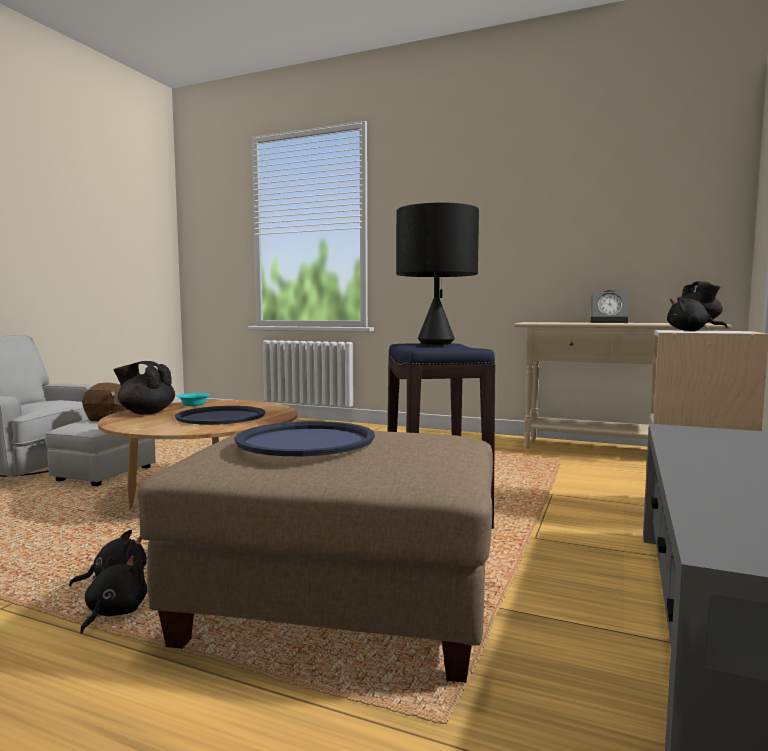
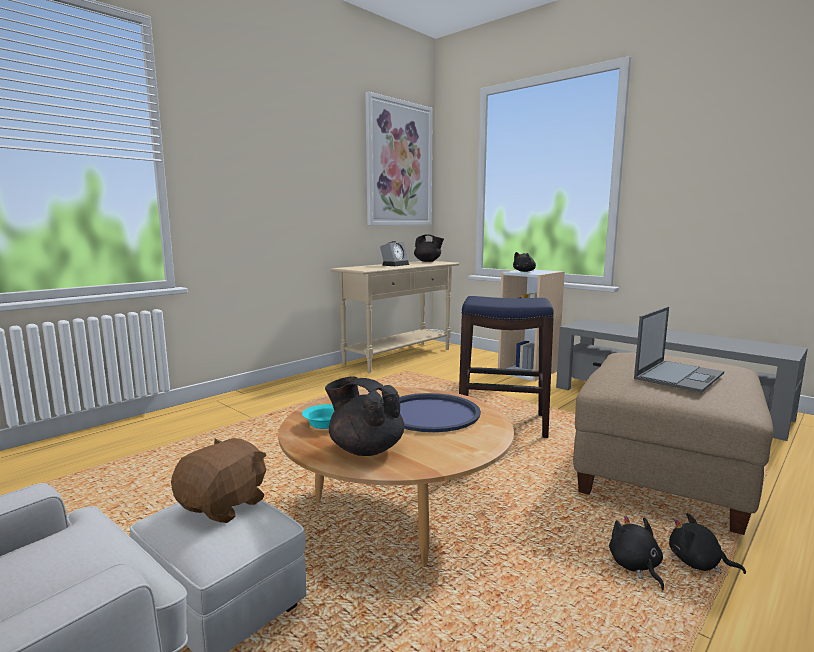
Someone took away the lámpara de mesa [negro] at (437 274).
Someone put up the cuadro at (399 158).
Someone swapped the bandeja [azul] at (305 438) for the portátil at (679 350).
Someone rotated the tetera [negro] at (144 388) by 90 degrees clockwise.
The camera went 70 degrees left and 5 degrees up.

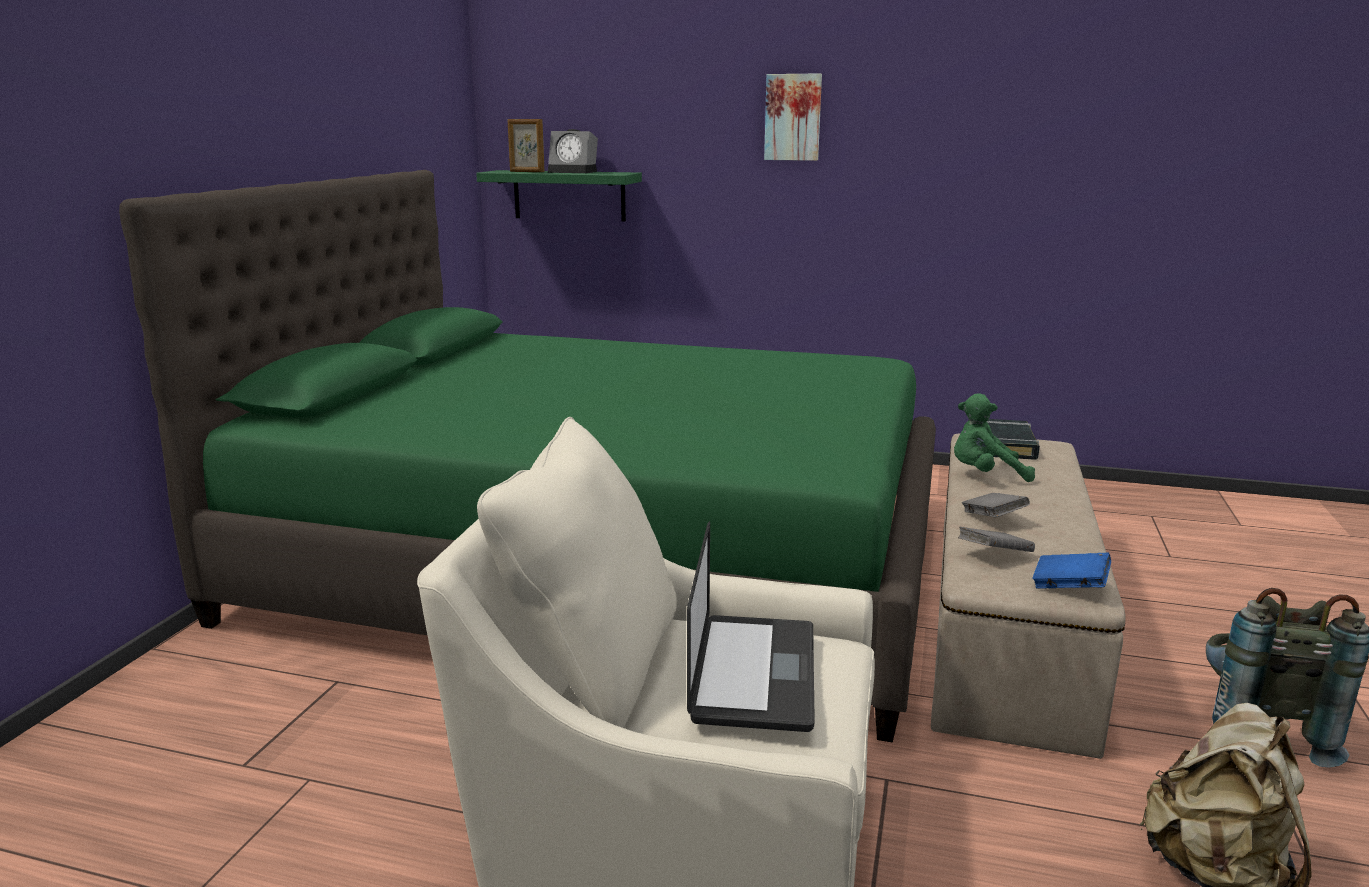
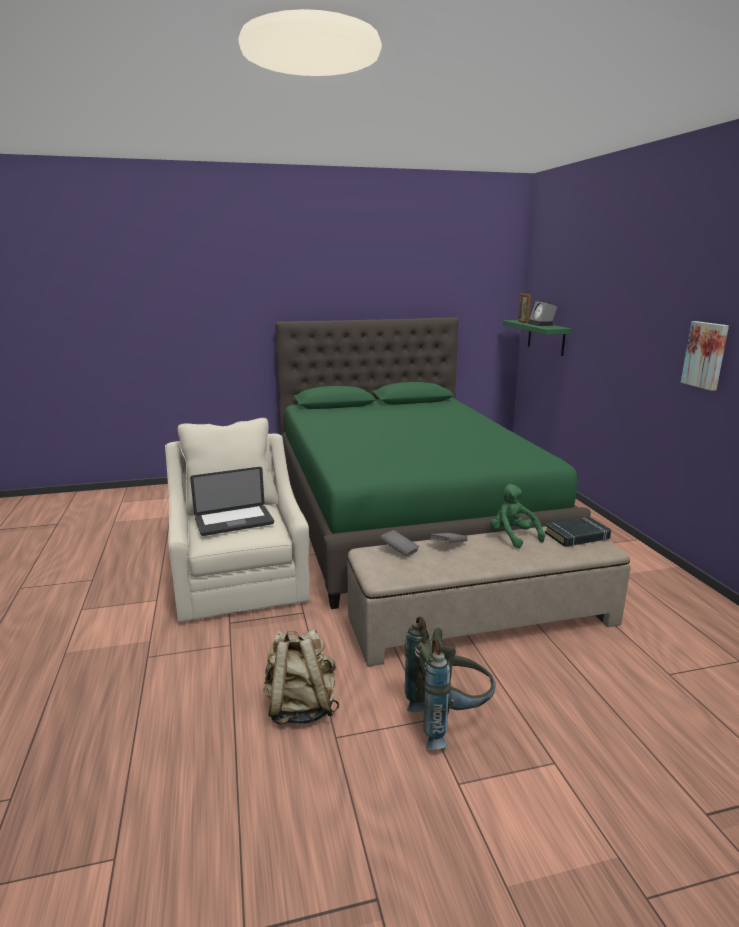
Someone took away the libro [azul] at (1072 571).
Someone carried the cuadro from (793 117) to (705 356).
The camera went 60 degrees right and 0 degrees up.

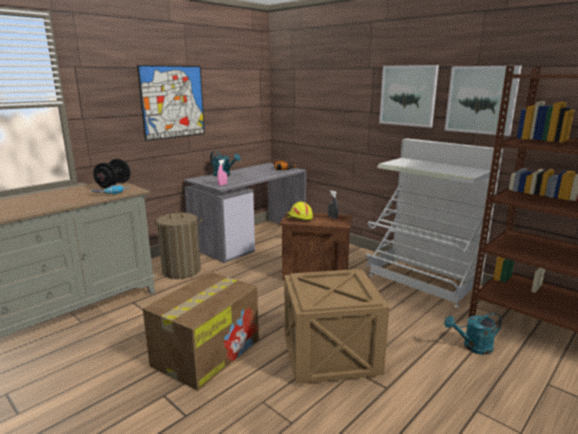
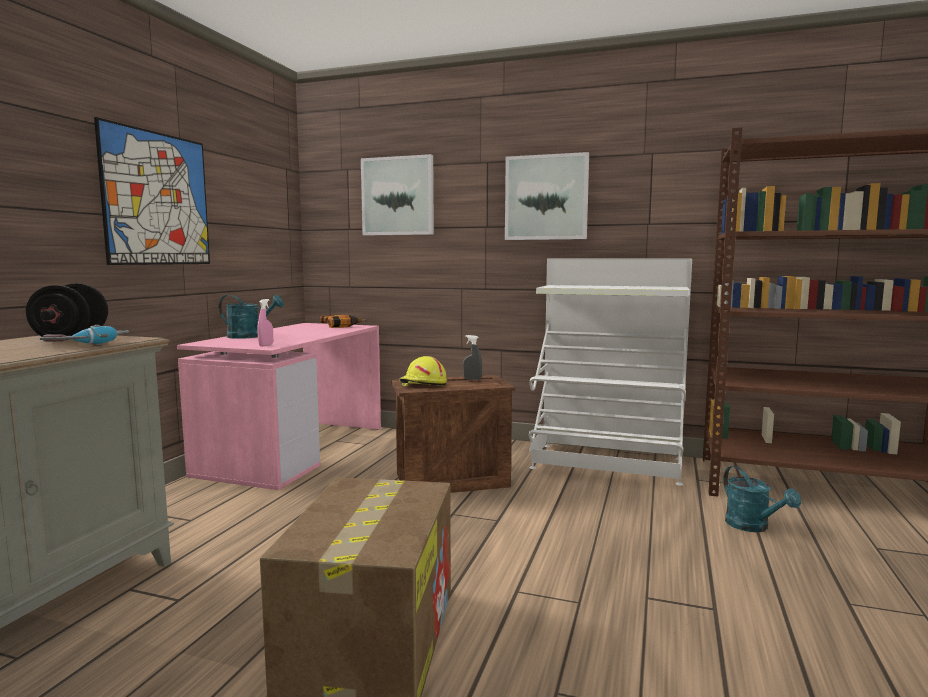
Someone took away the cesto de la ropa at (177 244).
Someone took away the caja de embalaje at (337 326).
Someone carried the cuadro from (483 100) to (397 195).
Someone repainted the escritorio [gris] at (245 213), which became the escritorio [rosa] at (279 406).
Someone rotated the regadera [turquesa] at (473 334) by 75 degrees counterclockwise.
The camera went 25 degrees left and 10 degrees down.

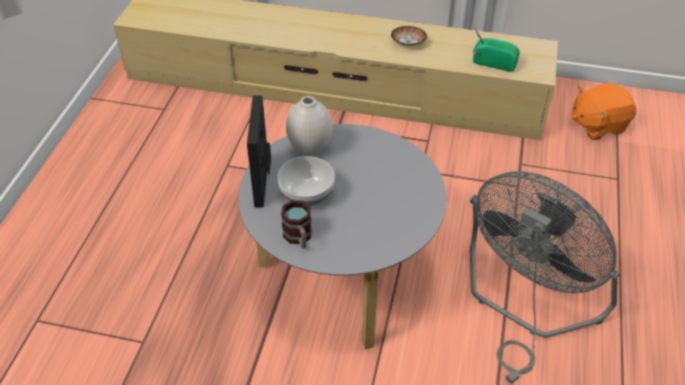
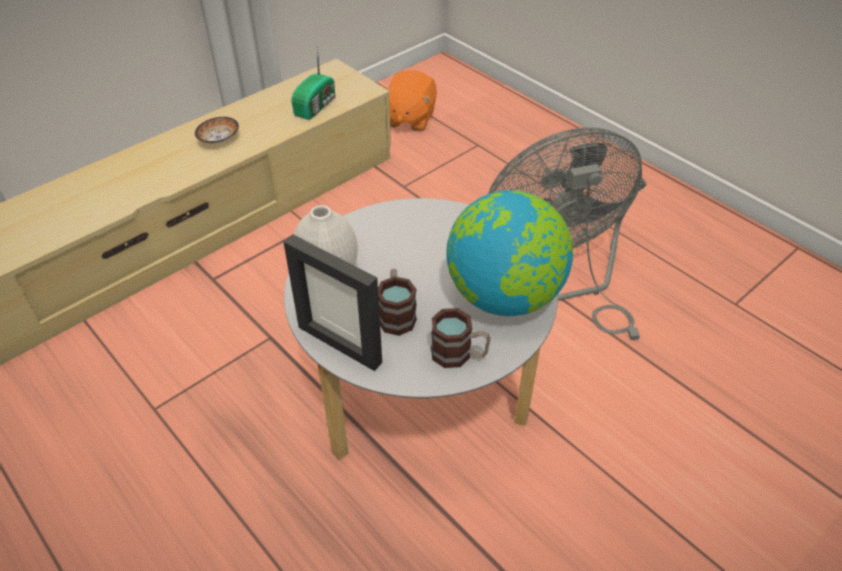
Someone put down the globo terráqueo at (509 253).
Someone swapped the cuenco at (306 181) for the taza grande at (397 302).
Someone rotated the radio at (496 49) by 150 degrees clockwise.
The camera went 55 degrees left and 0 degrees up.

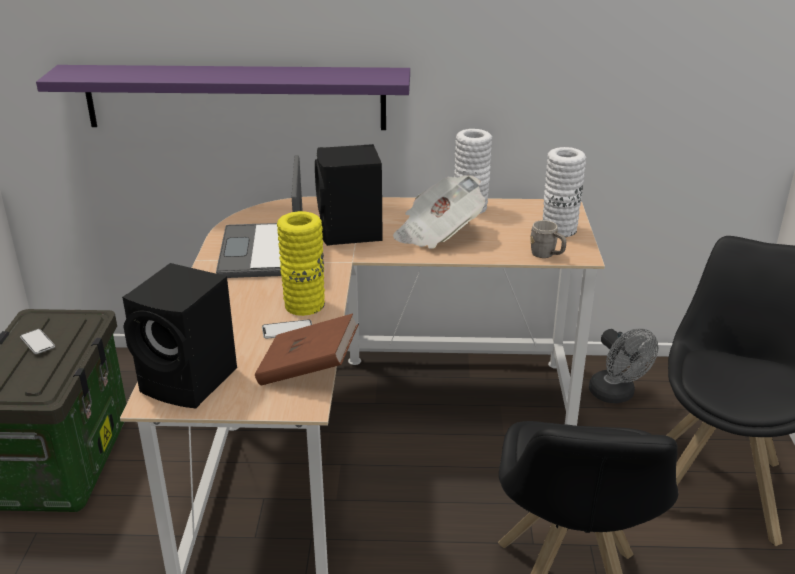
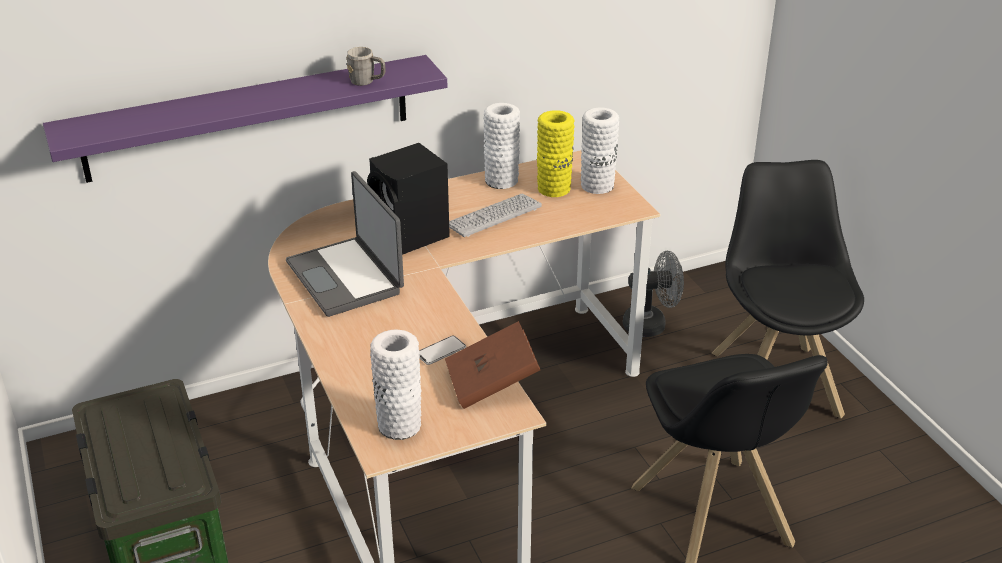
Someone took away the móvil at (37 341).
Someone carried the florero [amarillo] from (301 263) to (555 153).
Someone carried the taza grande [gris] from (548 239) to (365 66).
Someone swapped the altavoz [negro] at (179 335) for the florero [blanco] at (395 385).
Someone swapped the periódico at (439 212) for the teclado at (495 215).
Someone rotated the ventilador [gris] at (623 365) by 45 degrees counterclockwise.
The camera went 25 degrees left and 5 degrees up.

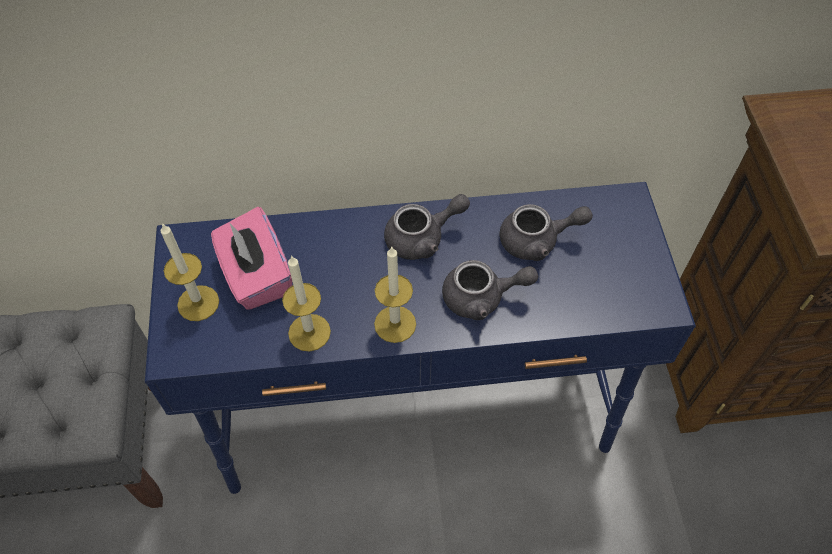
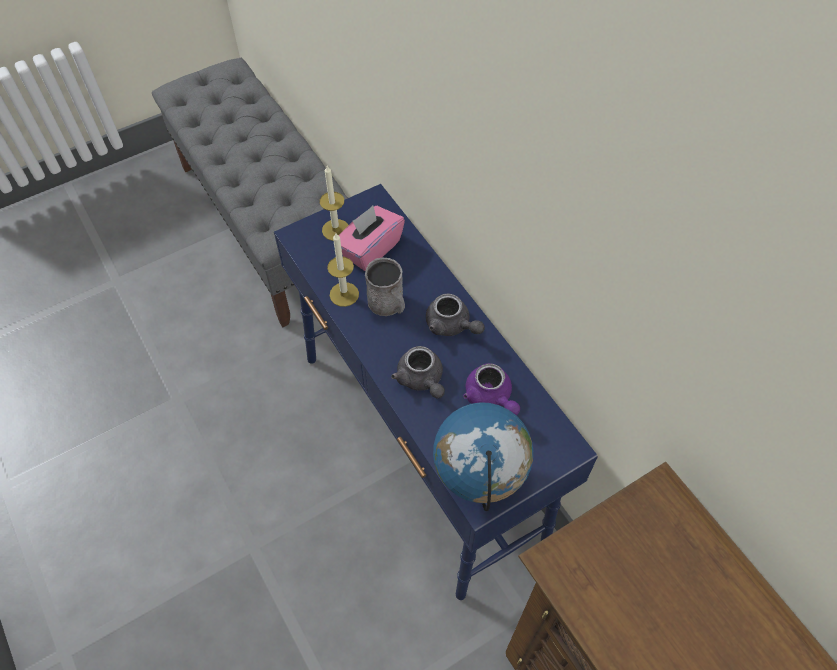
Someone took away the vela at (395 295).
Someone put down the taza grande [gris] at (385 287).
Someone put down the globo terráqueo at (483 456).
Someone repainted the tetera [gris] at (546 232), which became the tetera [morado] at (491 389).
The camera went 65 degrees right and 0 degrees up.

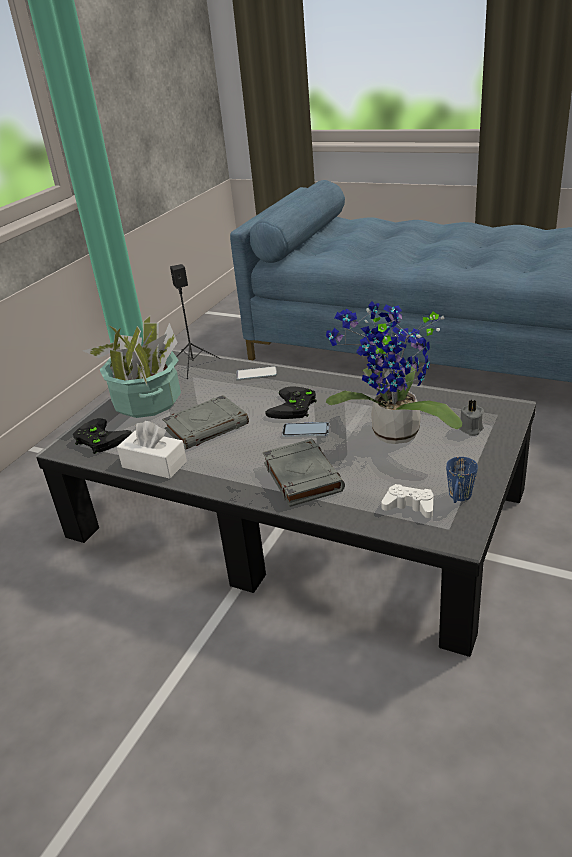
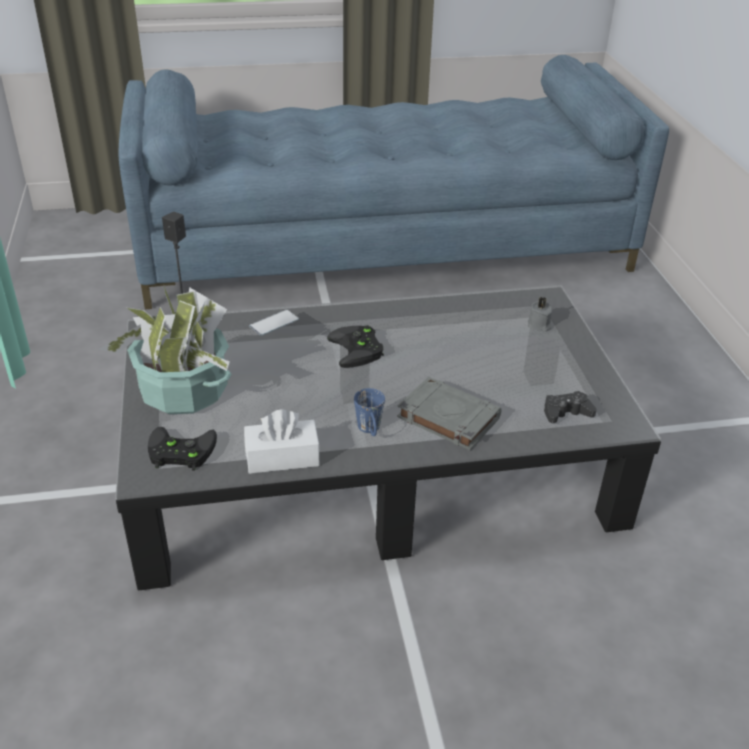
Someone took away the libro [gris] at (205 422).
Someone took away the móvil at (305 429).
Someone took away the planta en maceta at (394 372).
Someone carried the taza grande [azul] from (462 480) to (369 412).
Someone repainted the mando de consola [blanco] at (407 501), which became the mando de consola [negro] at (570 407).
The camera went 40 degrees left and 5 degrees up.

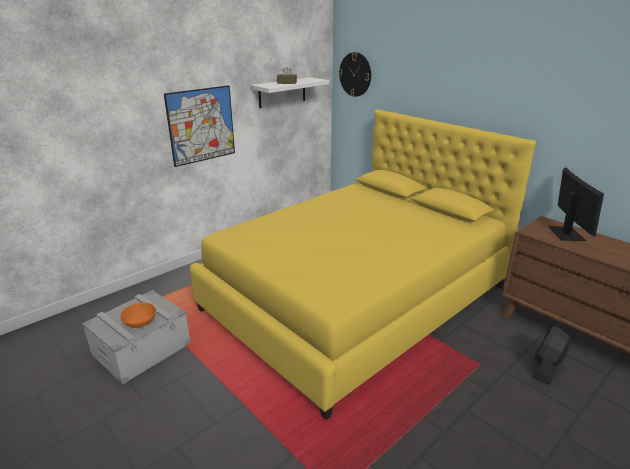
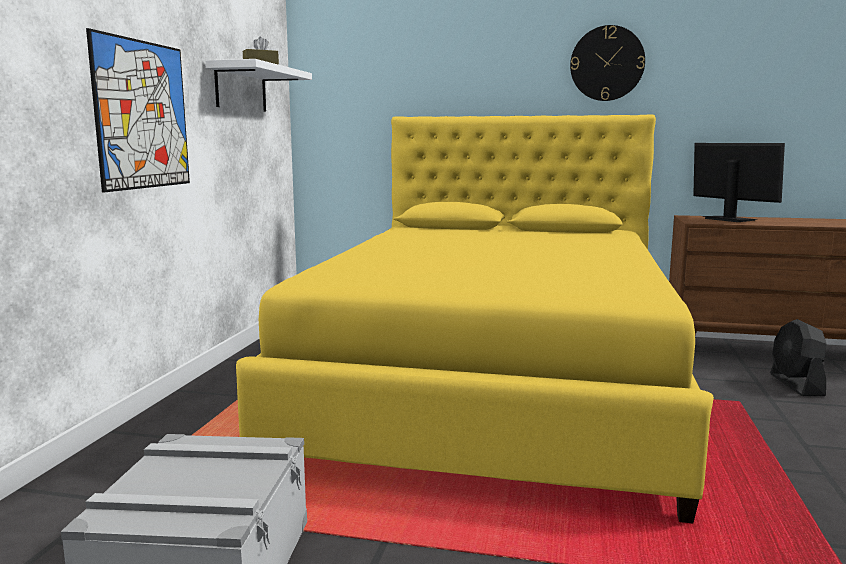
Someone took away the cuenco [naranja] at (138 315).
Someone carried the reloj de pared from (355 74) to (607 63).
The camera went 35 degrees left and 15 degrees down.

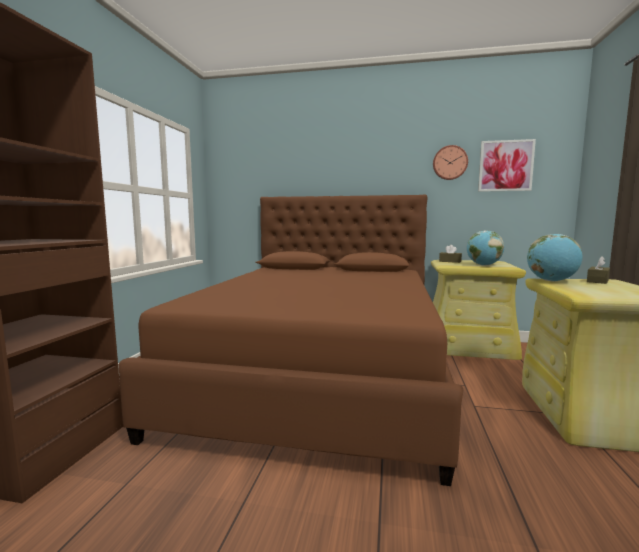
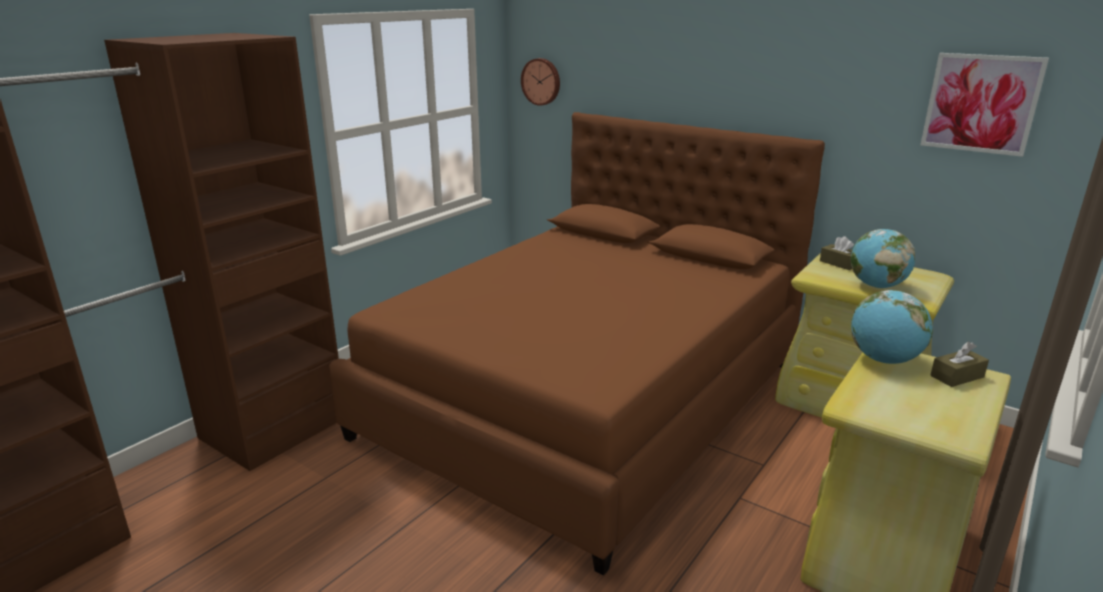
Someone carried the reloj de pared from (450 162) to (540 82).
The camera went 25 degrees right and 15 degrees up.

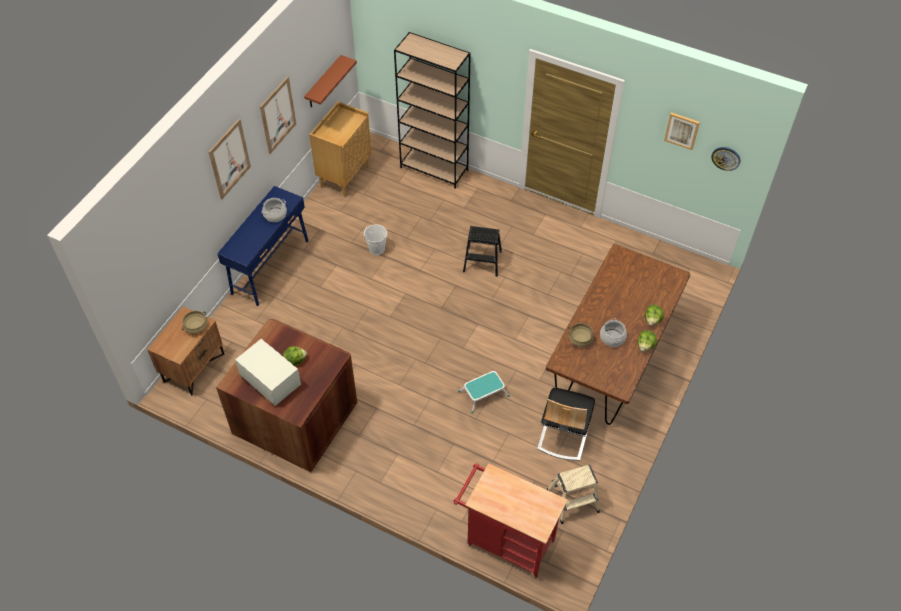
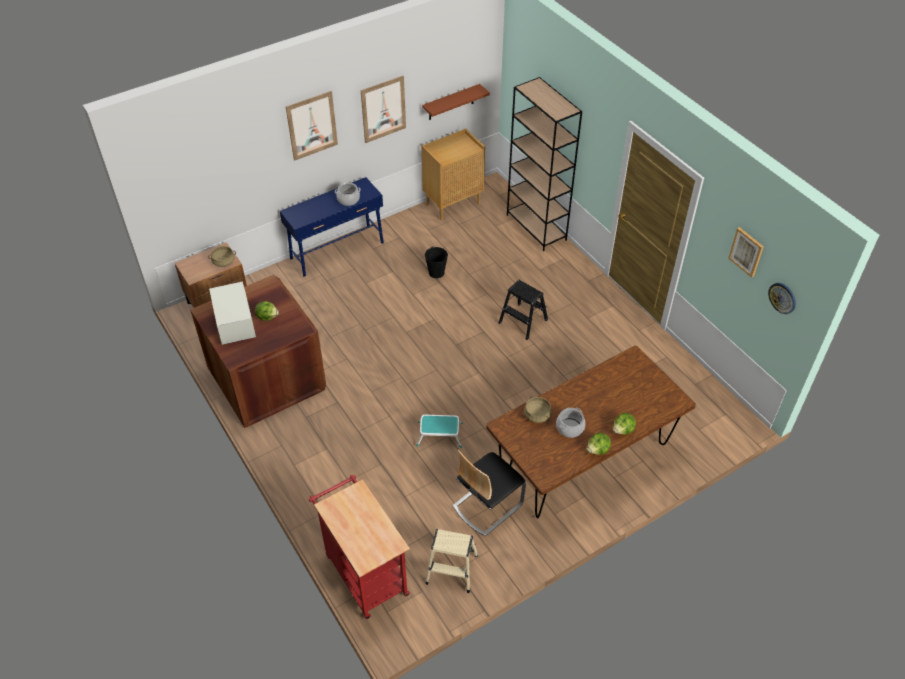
Someone repainted the cubo [blanco] at (375 239), which became the cubo [negro] at (436 262).
The camera went 30 degrees right and 5 degrees down.

